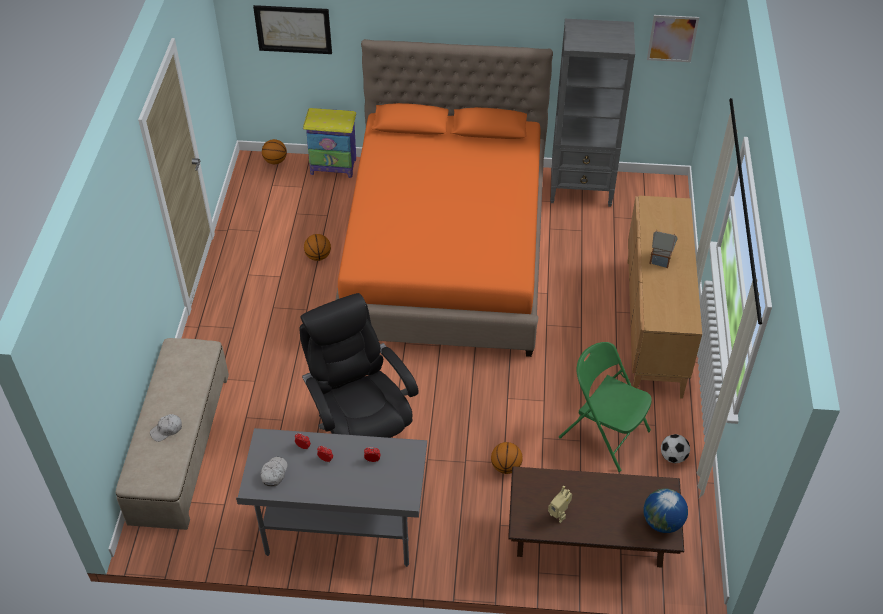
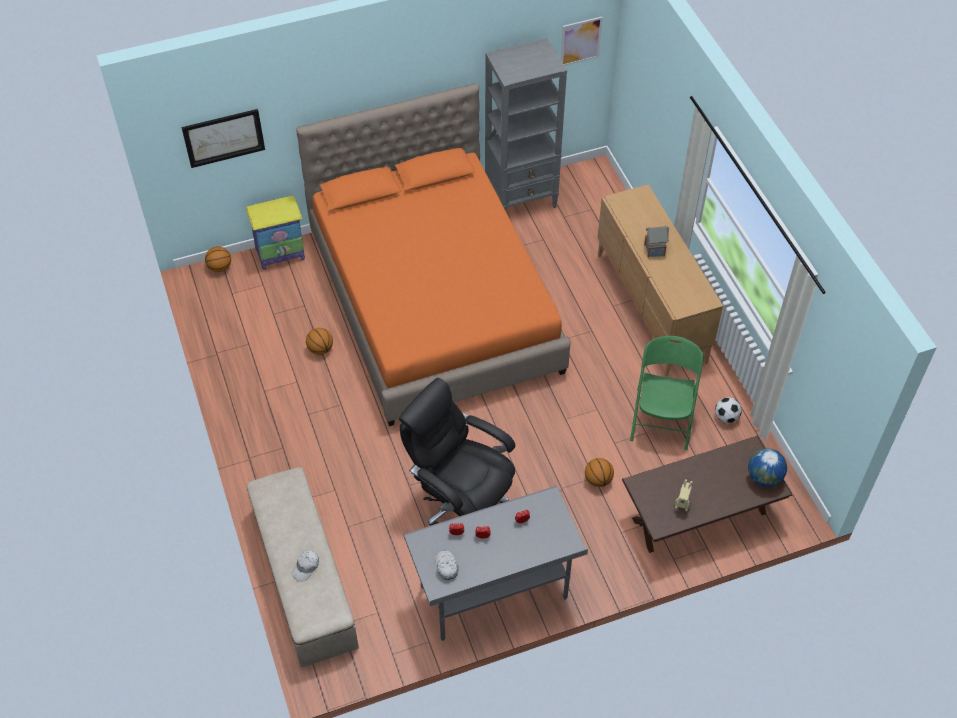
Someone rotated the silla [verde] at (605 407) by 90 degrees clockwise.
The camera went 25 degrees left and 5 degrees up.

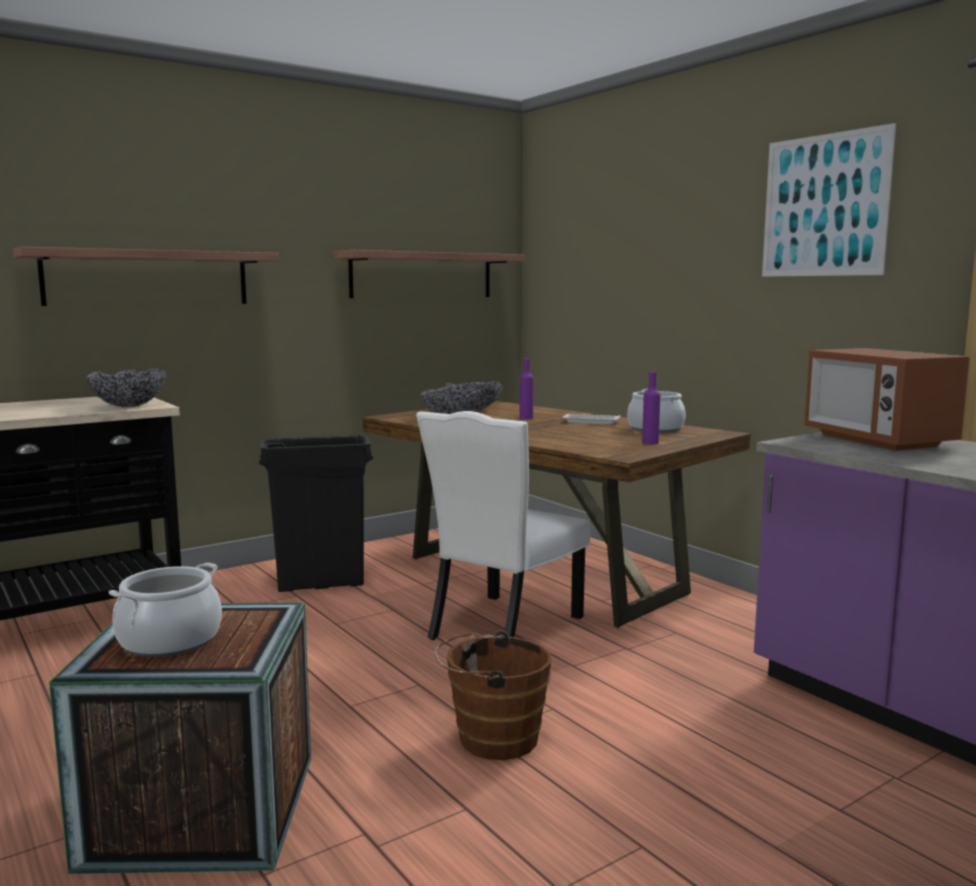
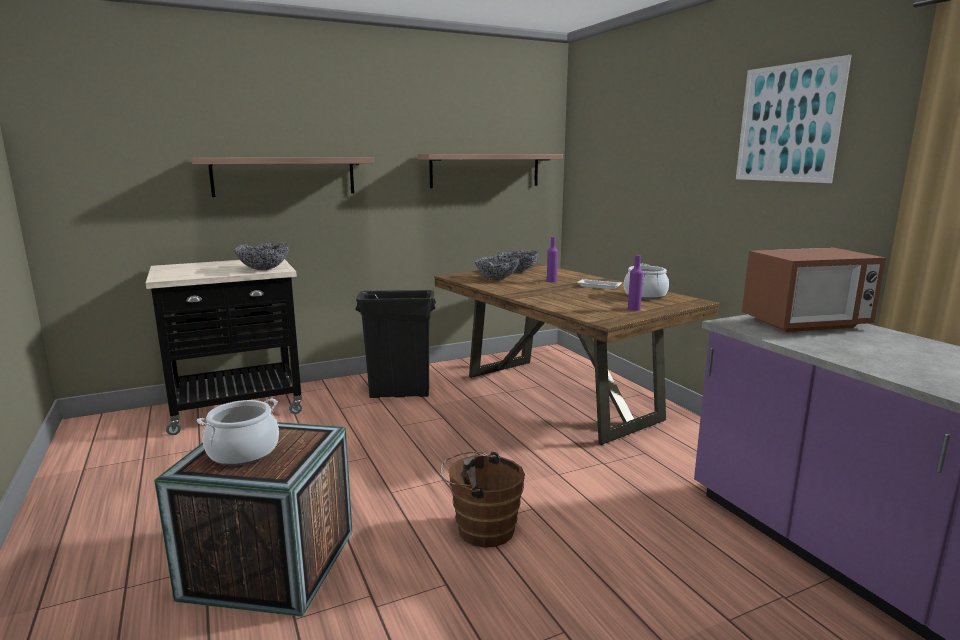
Someone took away the silla [blanco] at (503 525).
Someone rotated the microondas at (887 399) by 90 degrees counterclockwise.
The camera went 10 degrees right and 5 degrees up.

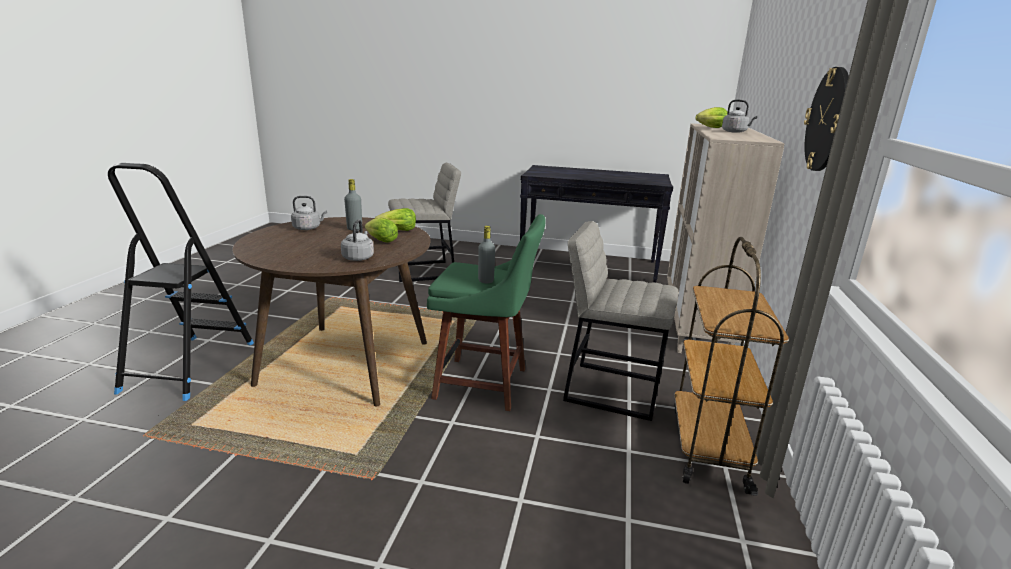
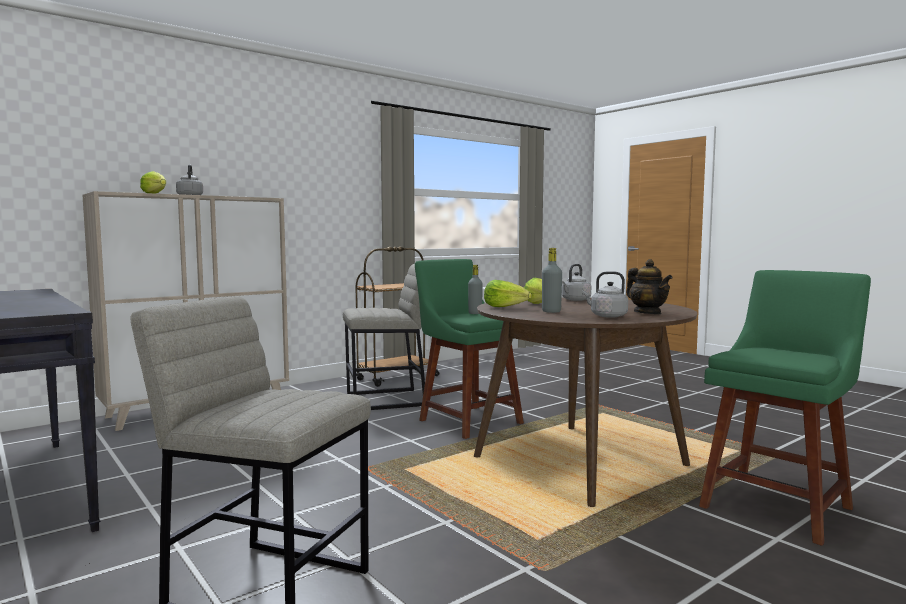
Someone took away the reloj de pared at (826 119).
Someone put down the tetera at (649 286).
Someone swapped the escalera de tijera [negro] at (181 282) for the taburete [verde] at (785 408).
Someone rotated the silla [gris] at (621 321) by 75 degrees counterclockwise.
The camera went 140 degrees left and 15 degrees down.

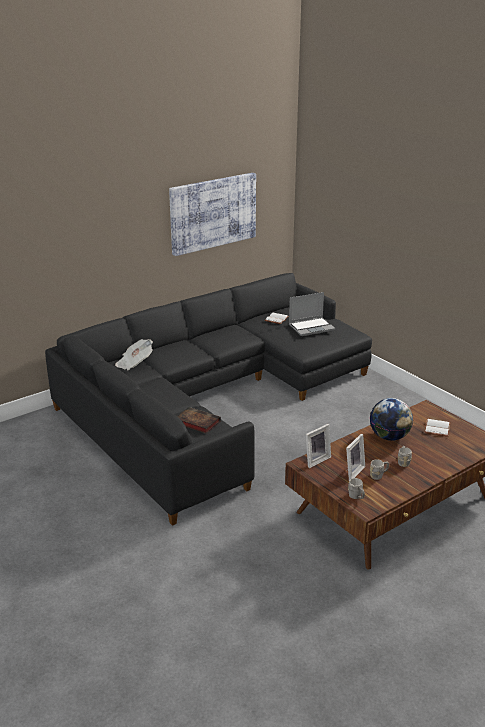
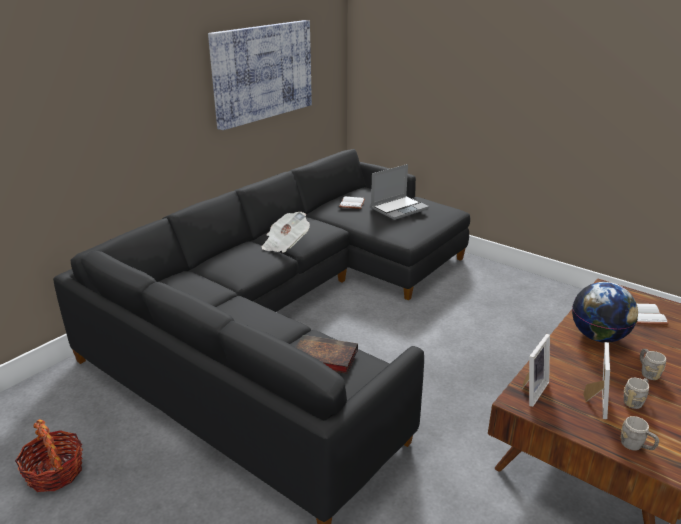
Someone put down the cesta at (49 455).
Someone carried the periódico from (134 354) to (285 232).
The camera went 15 degrees left and 0 degrees up.

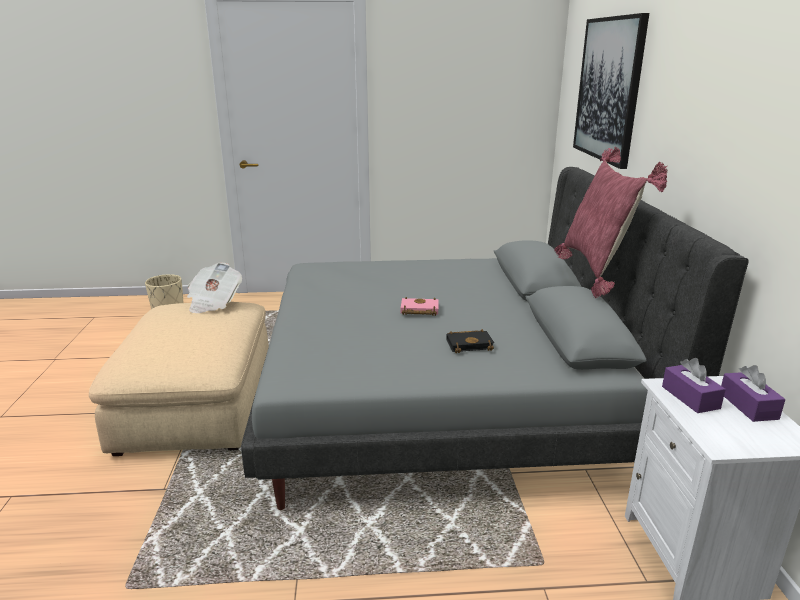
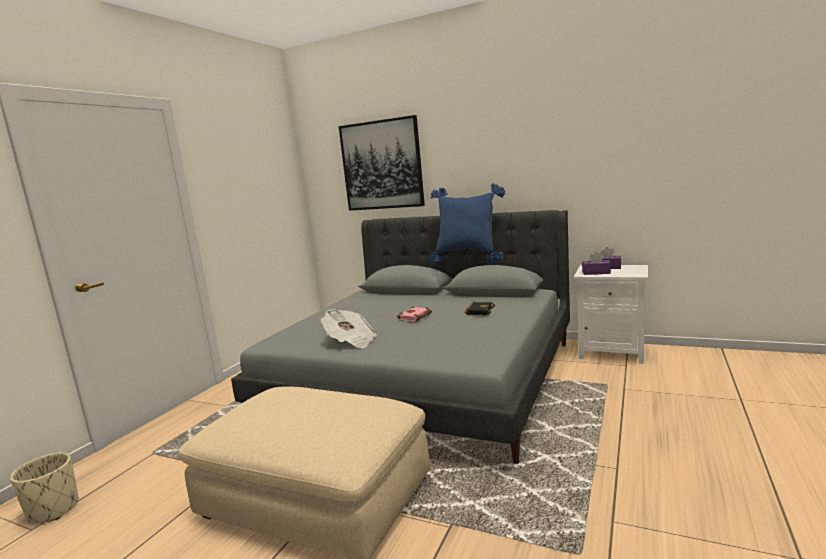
Someone carried the periódico from (214 287) to (349 328).
Someone repainted the cojín [rojo] at (611 222), which became the cojín [azul] at (466 223).
The camera went 60 degrees left and 10 degrees down.

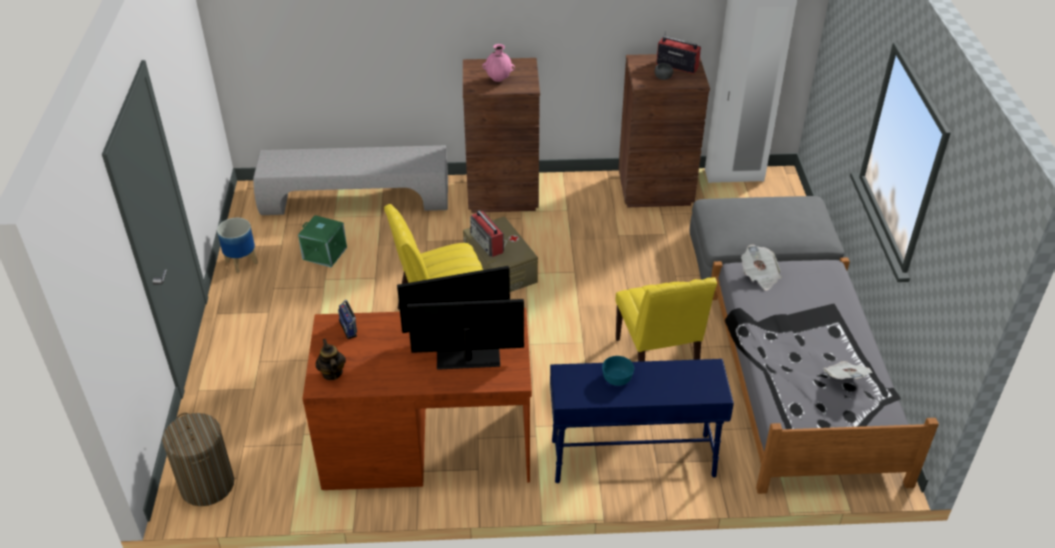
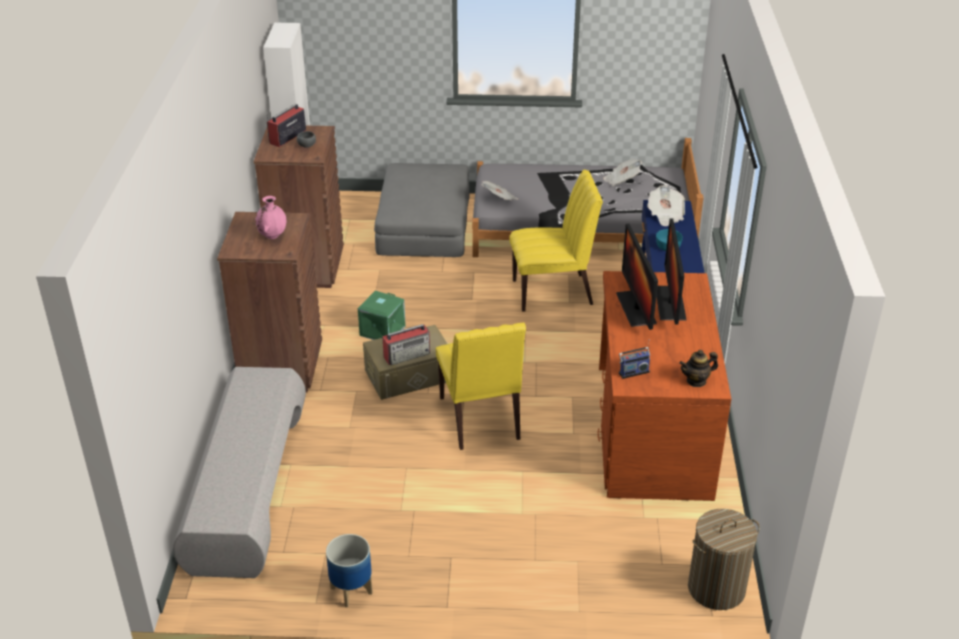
Someone put down the periódico at (666 205).
Someone carried the caja de almacenaje [verde] from (322 241) to (382 315).
The camera went 85 degrees left and 5 degrees down.

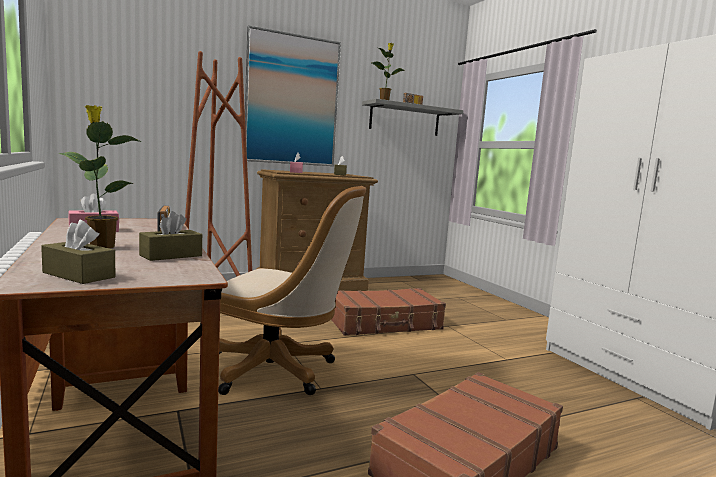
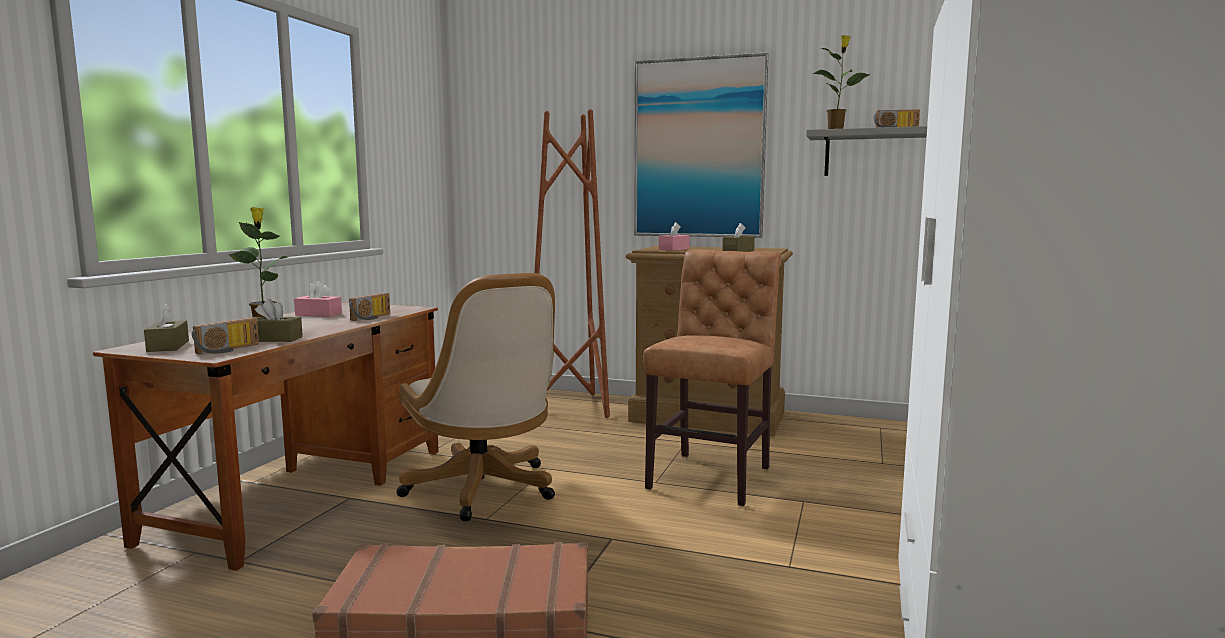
Someone put down the radio at (225 336).
Someone swapped the maleta [marrón] at (388 312) for the silla [marrón] at (712 378).
The camera went 45 degrees right and 0 degrees up.

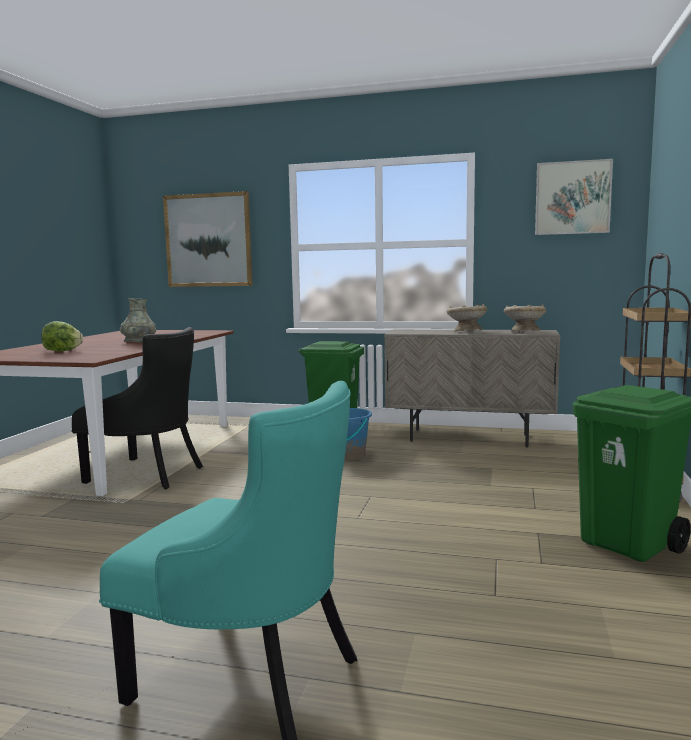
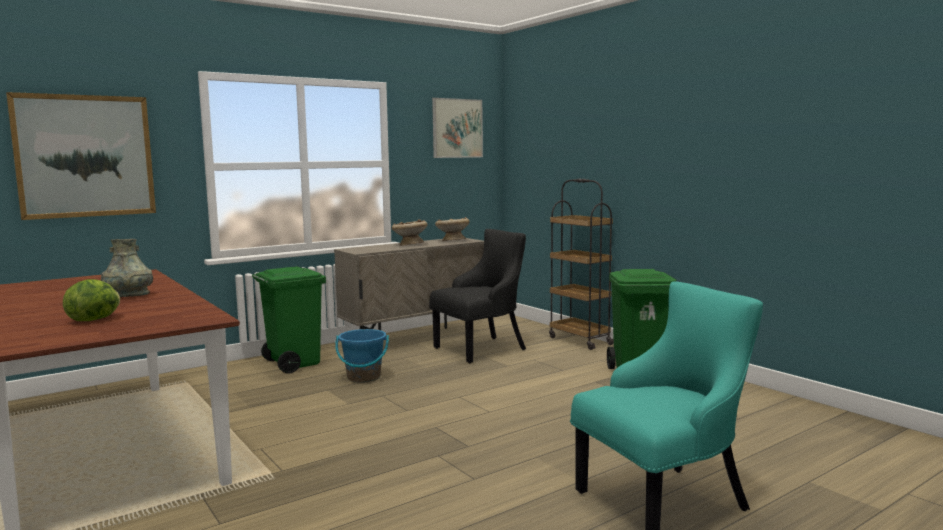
Someone carried the silla [negro] from (137 408) to (477 296).
The camera went 50 degrees left and 0 degrees up.

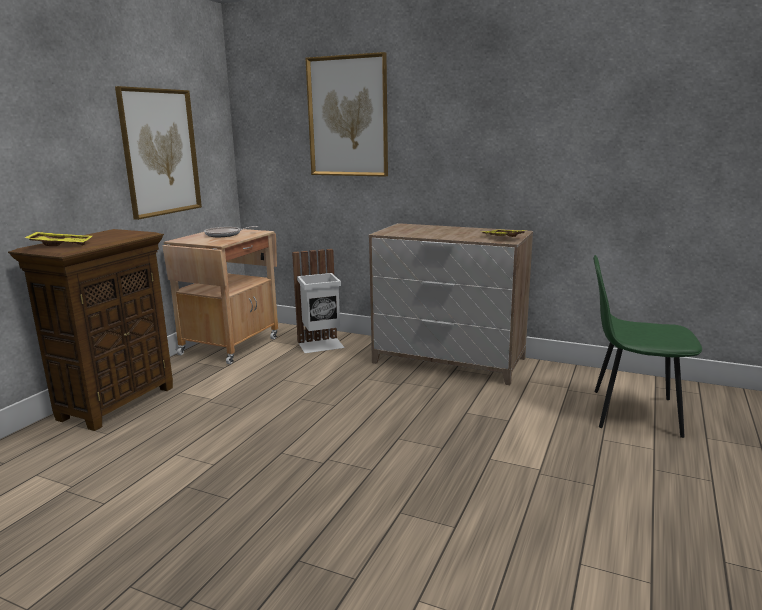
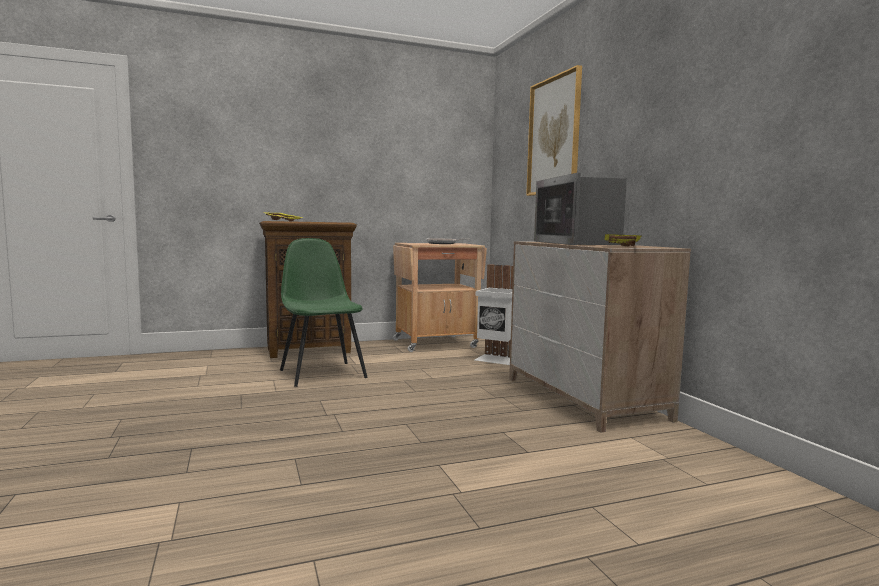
Someone took away the cuadro at (158 153).
Someone put down the microondas at (580 209).
Someone carried the silla [verde] from (647 346) to (323 312).
The camera went 45 degrees right and 10 degrees down.

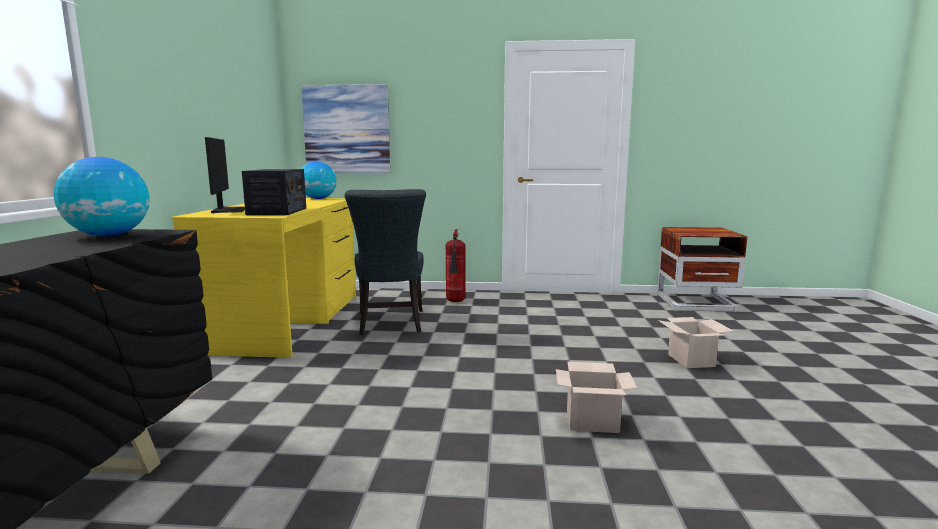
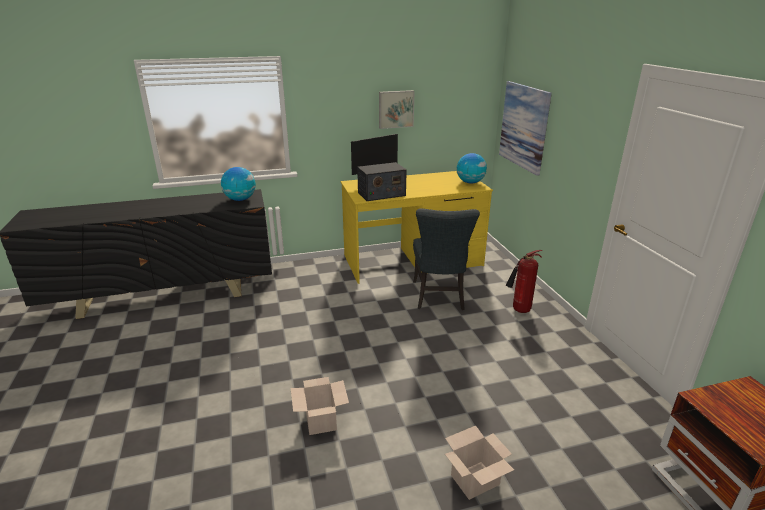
Someone put up the cuadro at (397 109).
Someone rotated the silla [gris] at (385 262) by 60 degrees counterclockwise.
The camera went 70 degrees right and 15 degrees up.

